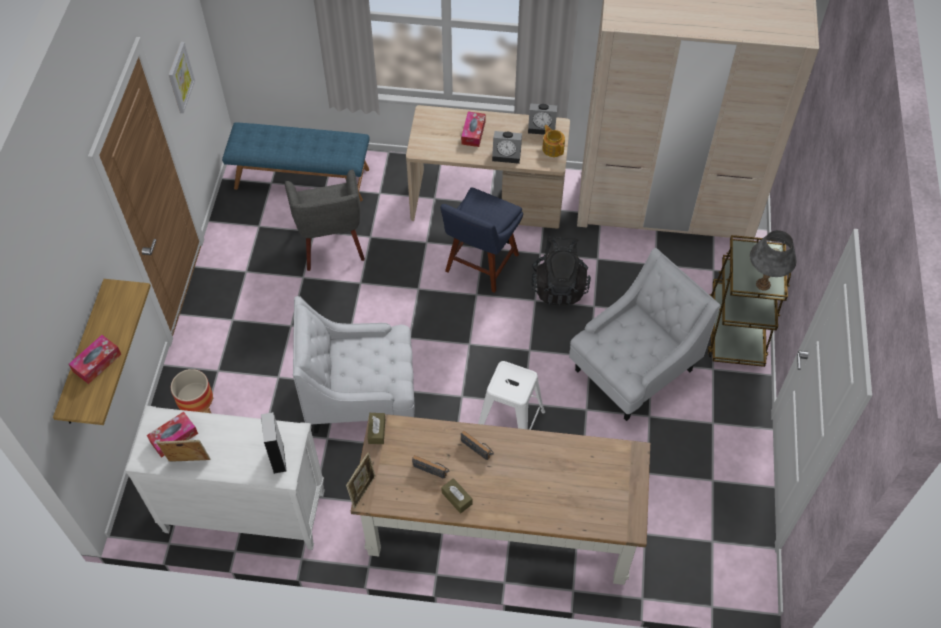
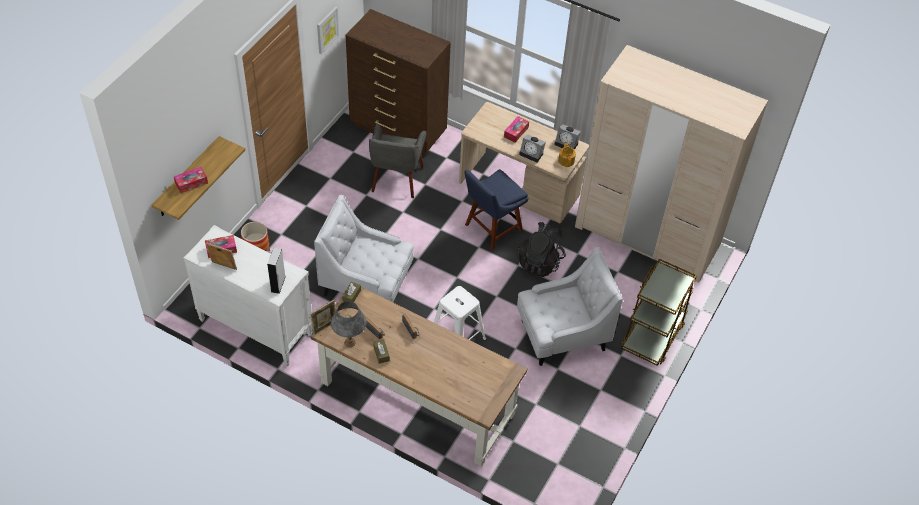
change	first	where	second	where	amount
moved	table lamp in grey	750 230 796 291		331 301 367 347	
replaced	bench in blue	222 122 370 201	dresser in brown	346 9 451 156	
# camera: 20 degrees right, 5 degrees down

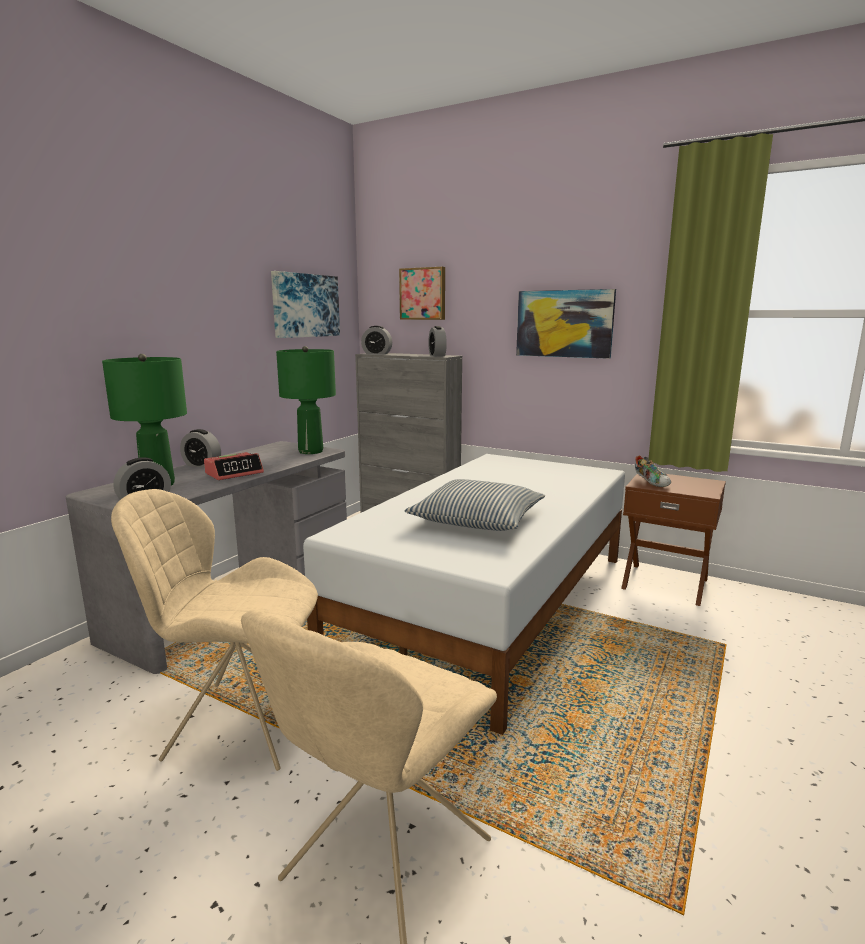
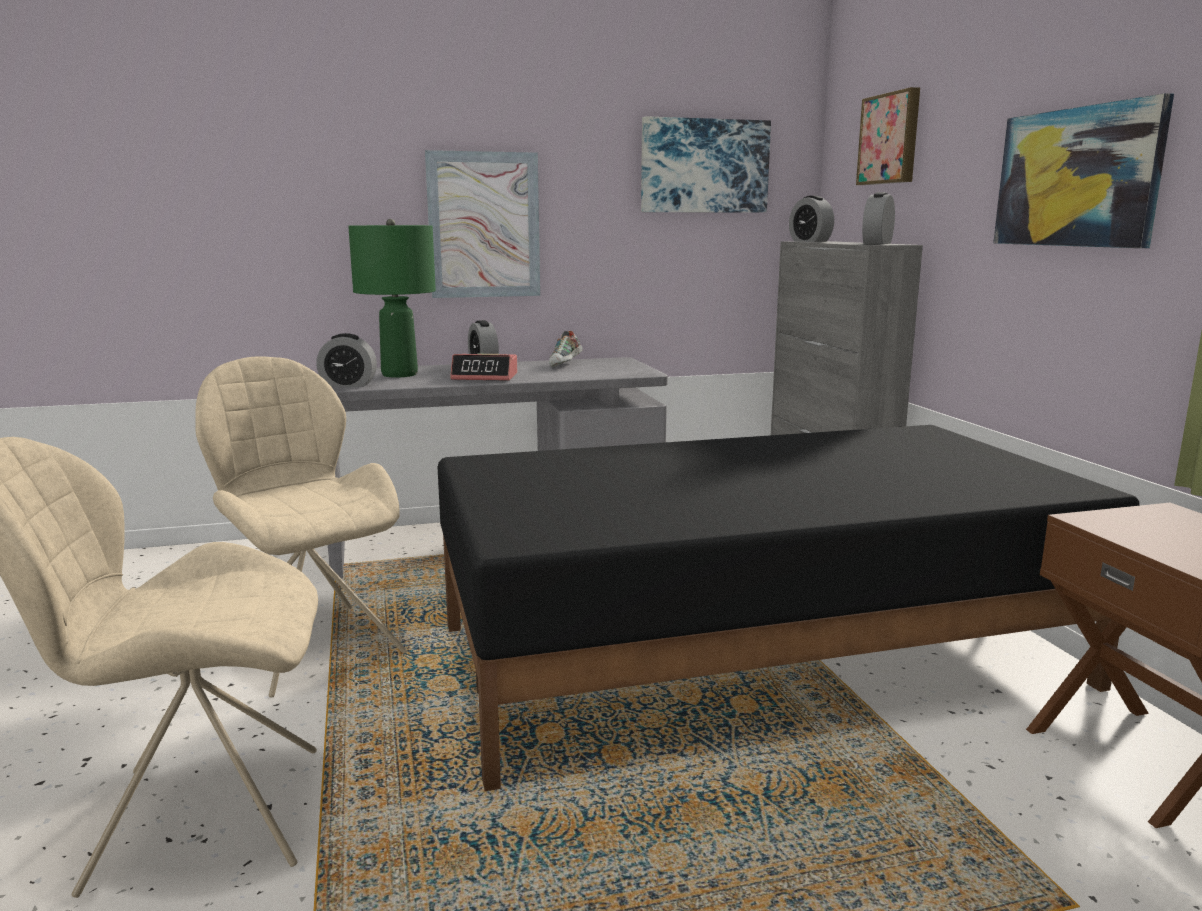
change	first	where	second	where	amount
added			picture	425 150 540 298	
recoloured	bed in white	303 454 625 735	bed in black	438 425 1140 791	
moved	shoe	635 456 671 487		549 331 583 368	
removed	table lamp in green	276 346 336 454			
removed	pillow	405 479 545 531			
# camera: 45 degrees right, 0 degrees up

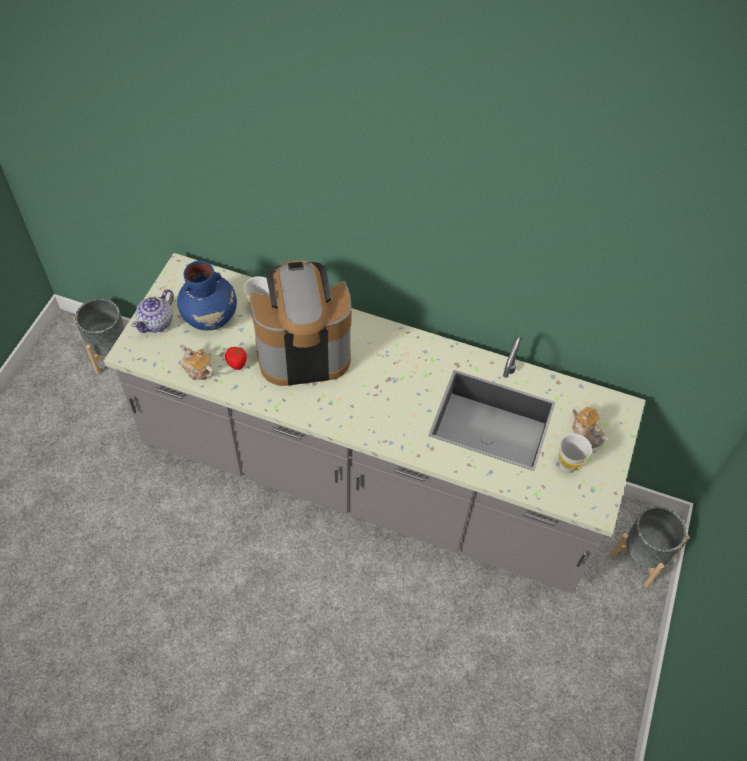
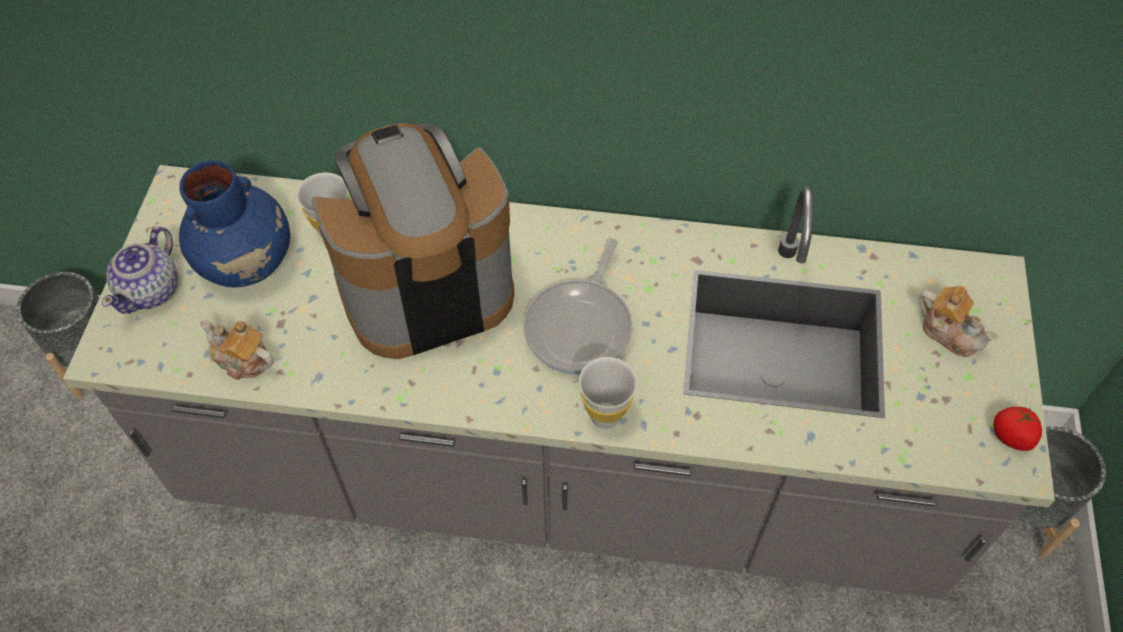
change	first	where	second	where	amount
added			frying pan	523 239 632 375	
moved	cup in white	559 434 592 473		579 357 637 429	
moved	tomato	225 347 247 370		993 407 1042 451	
# camera: 10 degrees left, 0 degrees up

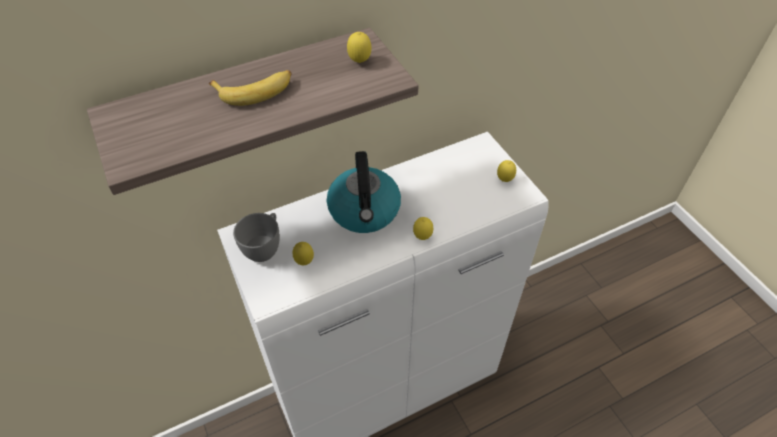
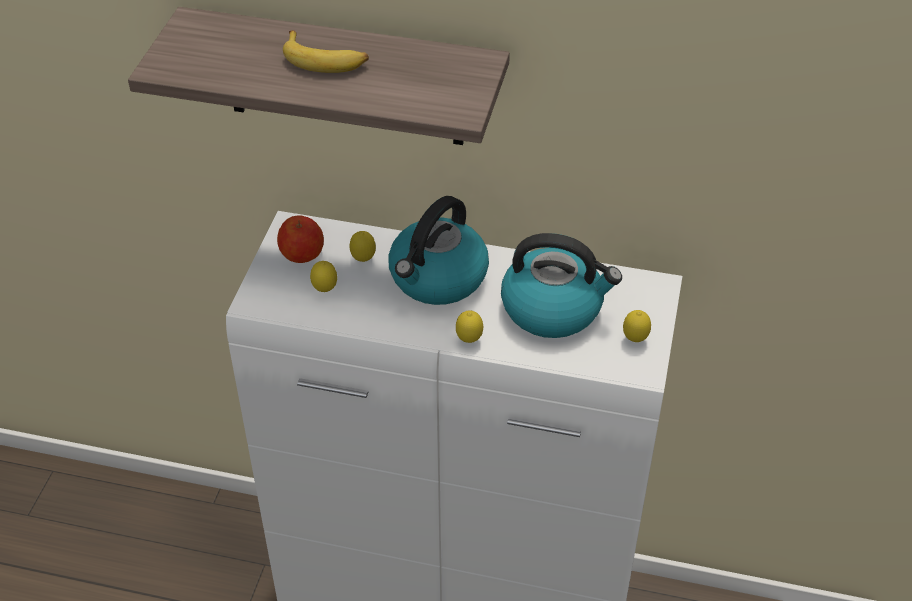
change	first	where	second	where	amount
replaced	cup in grey	233 213 280 262	apple	277 215 324 263	
moved	lemon	347 32 372 63		349 231 376 262	
added			kettle	501 233 622 338	
# camera: 40 degrees right, 5 degrees down

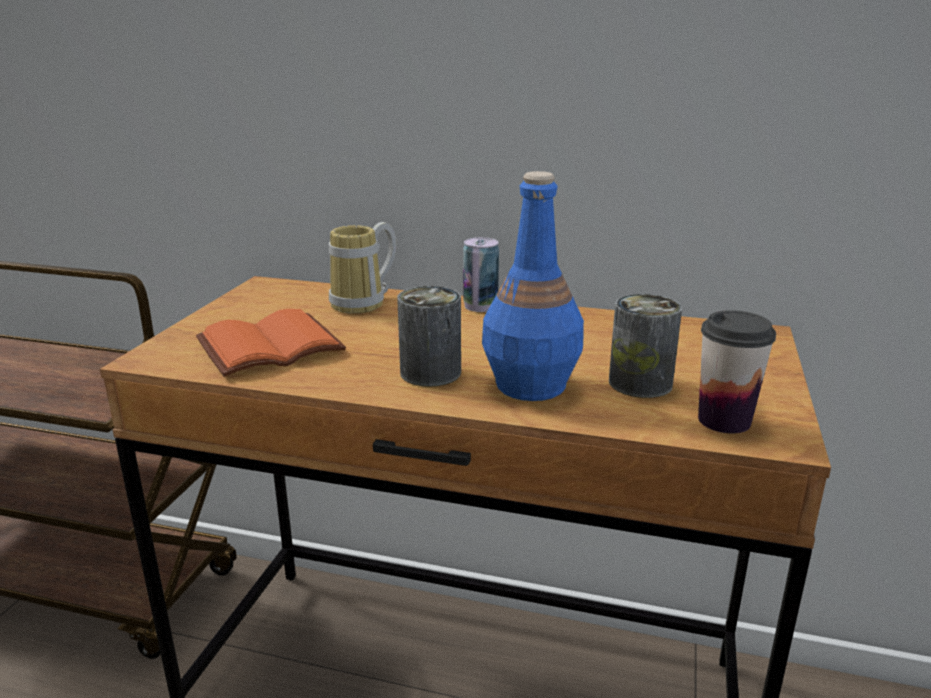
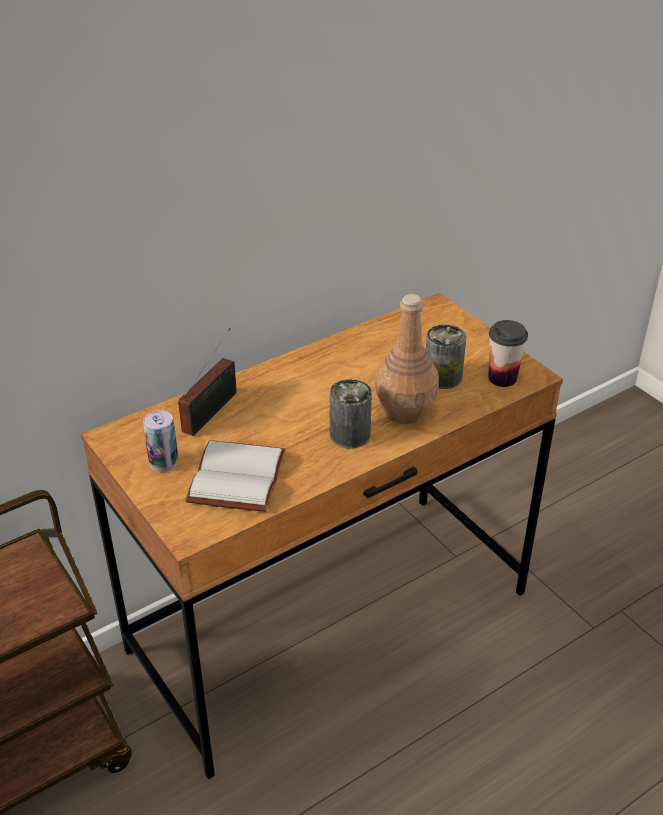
change	first	where	second	where	amount
moved	can	463 237 499 312		143 410 178 472	
replaced	mug	329 222 397 314	radio	178 328 237 436	
recoloured	book in orange	196 309 346 377	book in white	185 440 285 512	
recoloured	bottle in blue	482 171 584 401	bottle in brown	375 294 439 424	
# camera: 50 degrees left, 15 degrees up

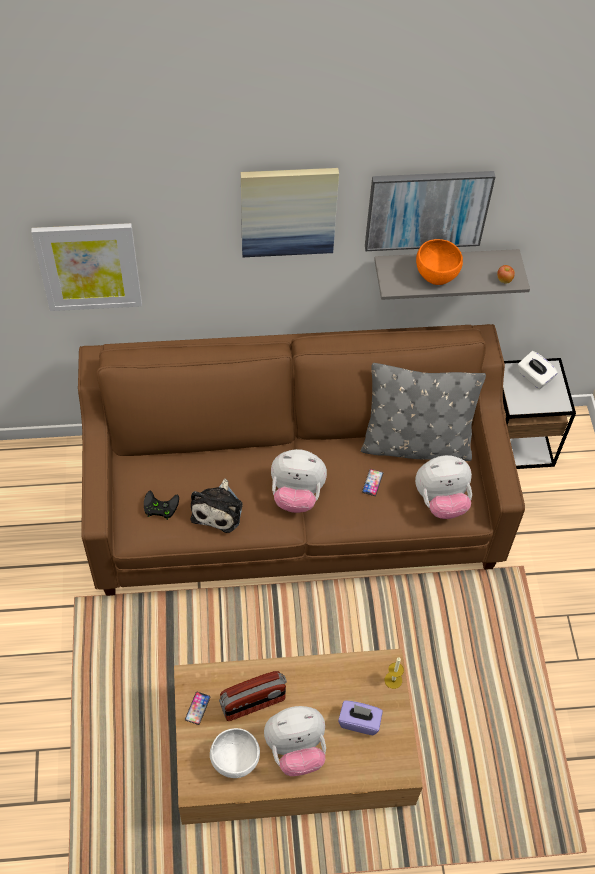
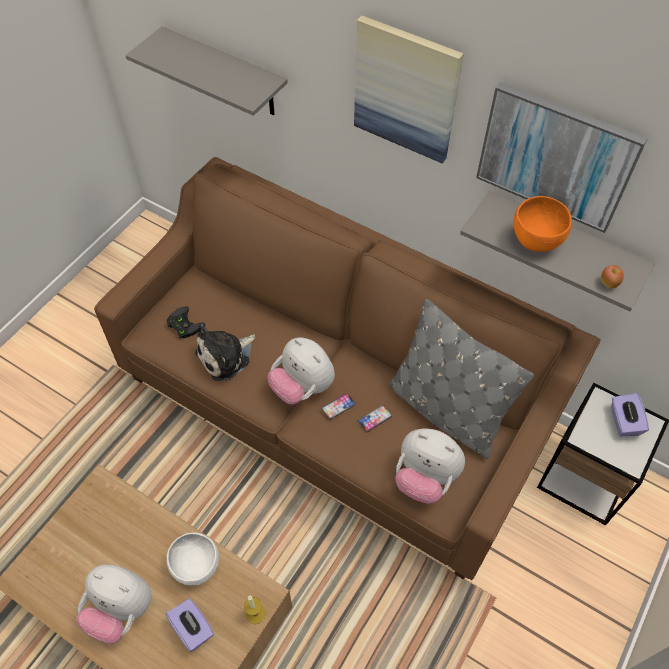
change	first	where	second	where	amount
replaced	picture	31 223 142 311	shelf in grey	126 26 288 116	
moved	bowl in white	210 728 260 778		166 532 219 585	
moved	phone	185 692 210 725		321 393 356 420	
recoloured	tissue box in white	518 351 558 389	tissue box in purple	611 393 649 436	
removed	radio	219 671 287 721			
# camera: 40 degrees right, 0 degrees up

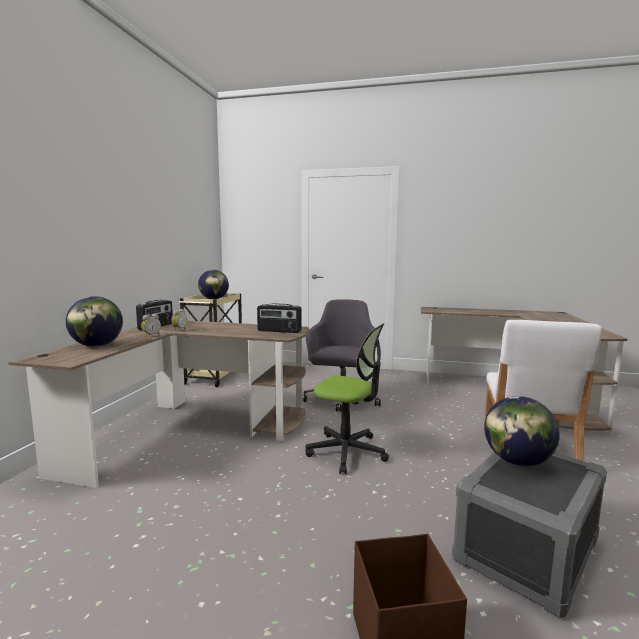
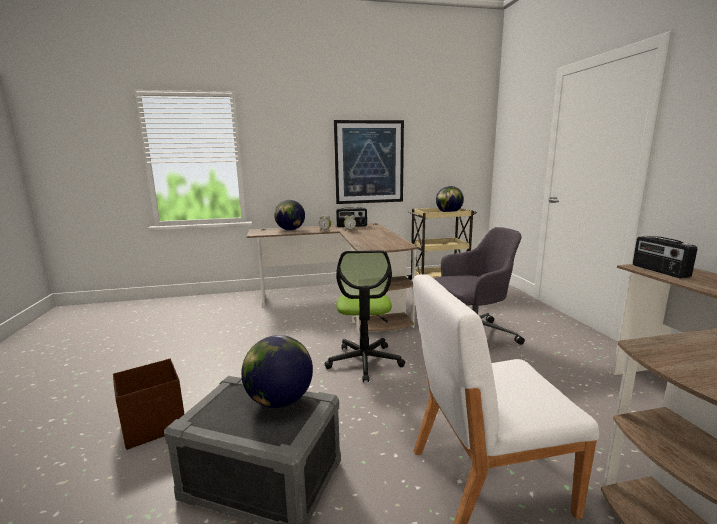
change	first	where	second	where	amount
added			picture	334 120 404 204	
moved	radio	257 303 302 333		633 236 697 278	
# camera: 65 degrees right, 5 degrees up

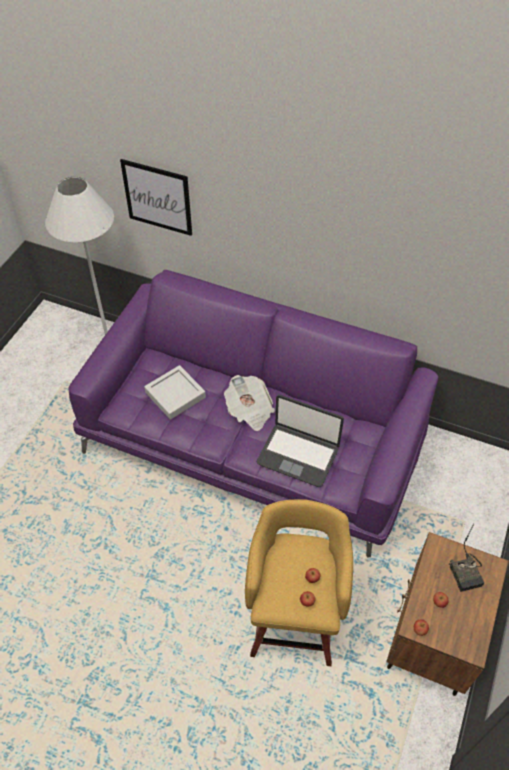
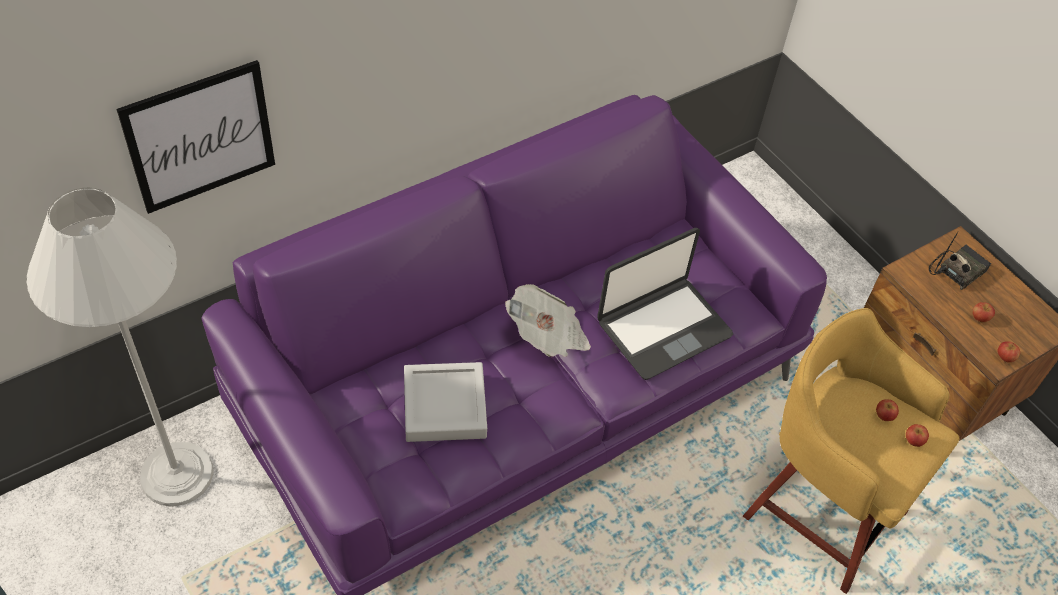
change	first	where	second	where	amount
turned	radio	449 524 484 592		929 231 991 290	60 degrees counterclockwise
# camera: 60 degrees left, 0 degrees up

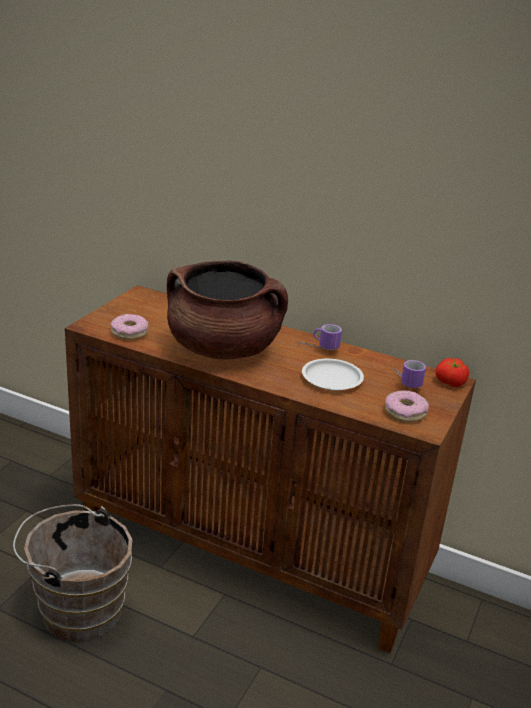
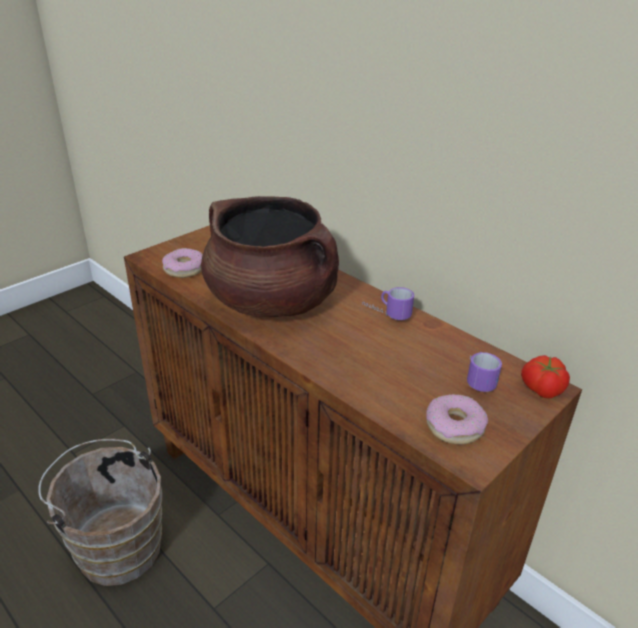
change	first	where	second	where	amount
removed	plate in white	302 359 364 391			
# camera: 20 degrees right, 5 degrees up

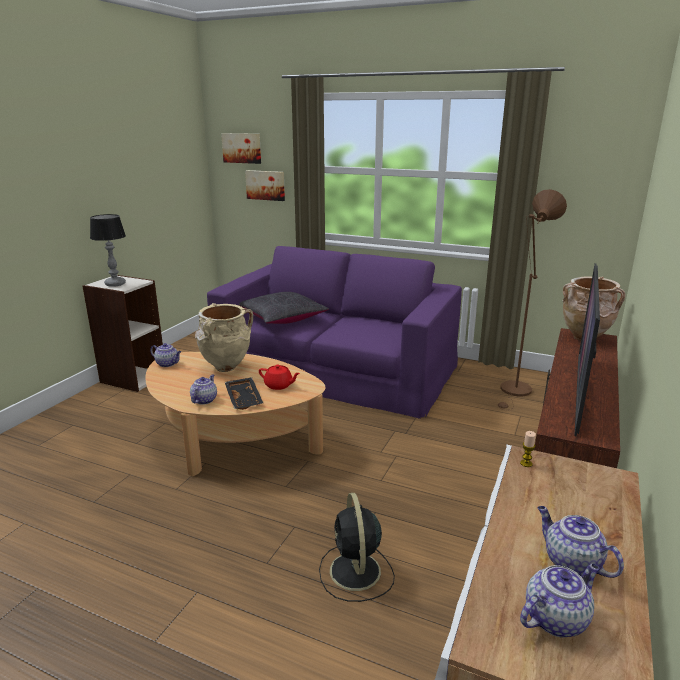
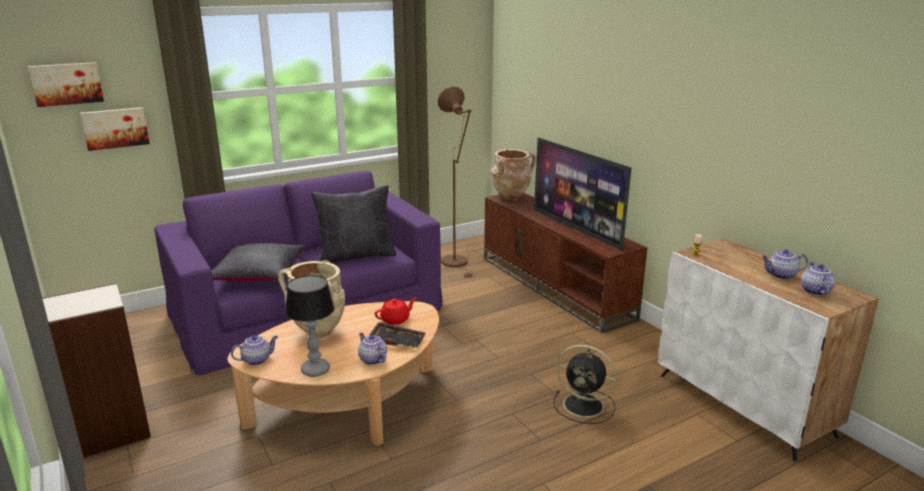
change	first	where	second	where	amount
moved	table lamp	90 214 126 287		285 275 335 377	
added			pillow in black	311 186 396 263	
# camera: 55 degrees left, 0 degrees up

